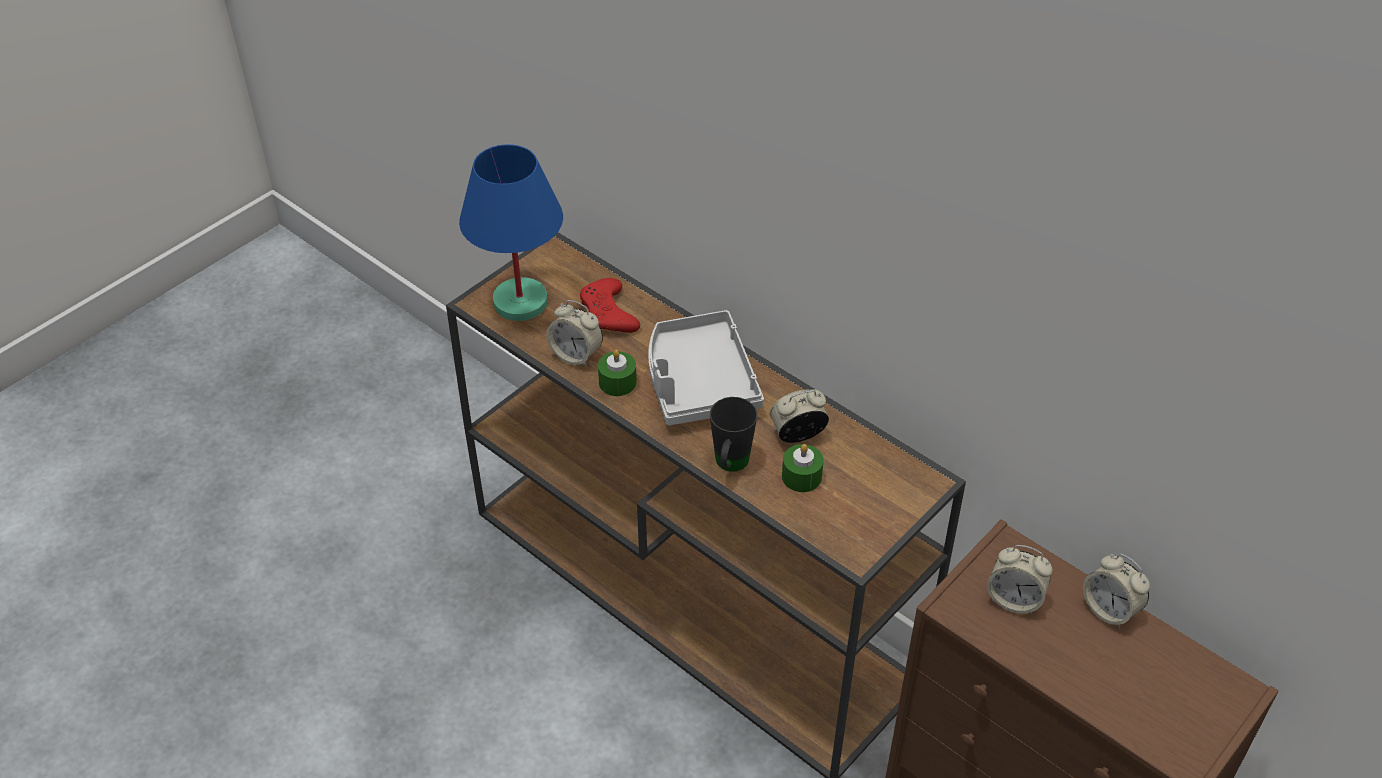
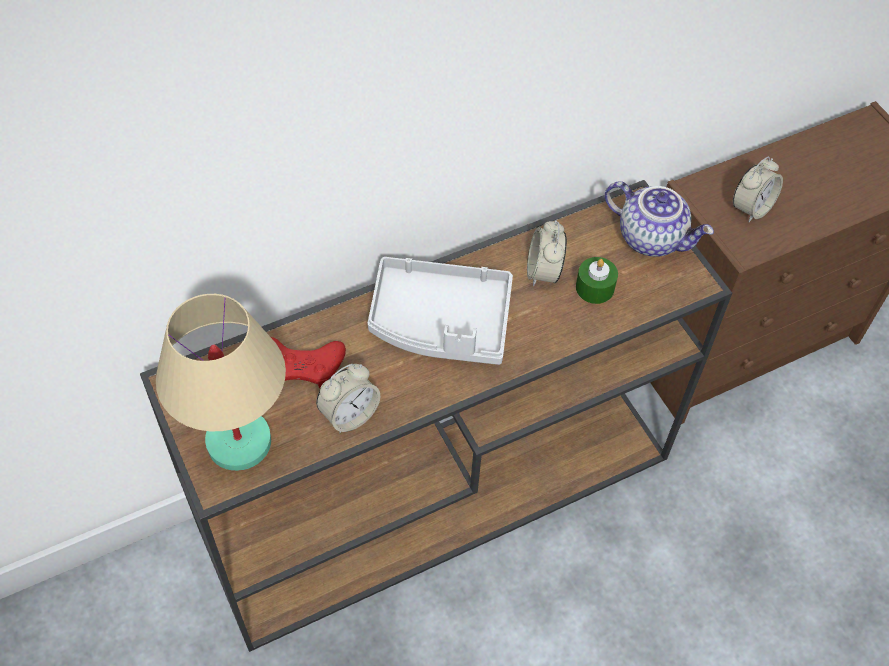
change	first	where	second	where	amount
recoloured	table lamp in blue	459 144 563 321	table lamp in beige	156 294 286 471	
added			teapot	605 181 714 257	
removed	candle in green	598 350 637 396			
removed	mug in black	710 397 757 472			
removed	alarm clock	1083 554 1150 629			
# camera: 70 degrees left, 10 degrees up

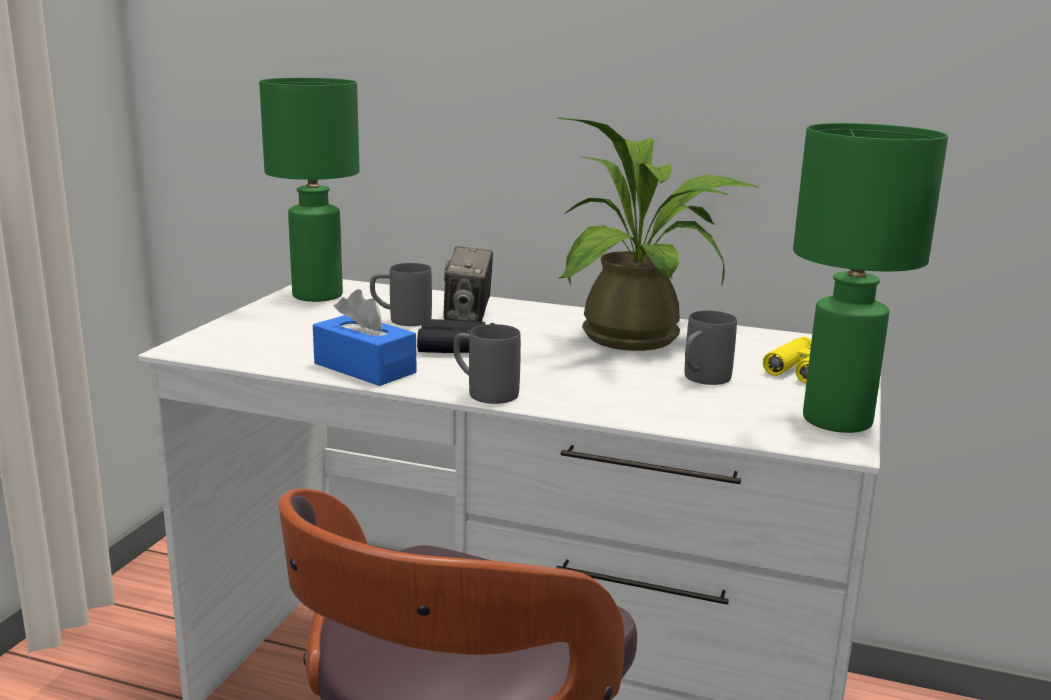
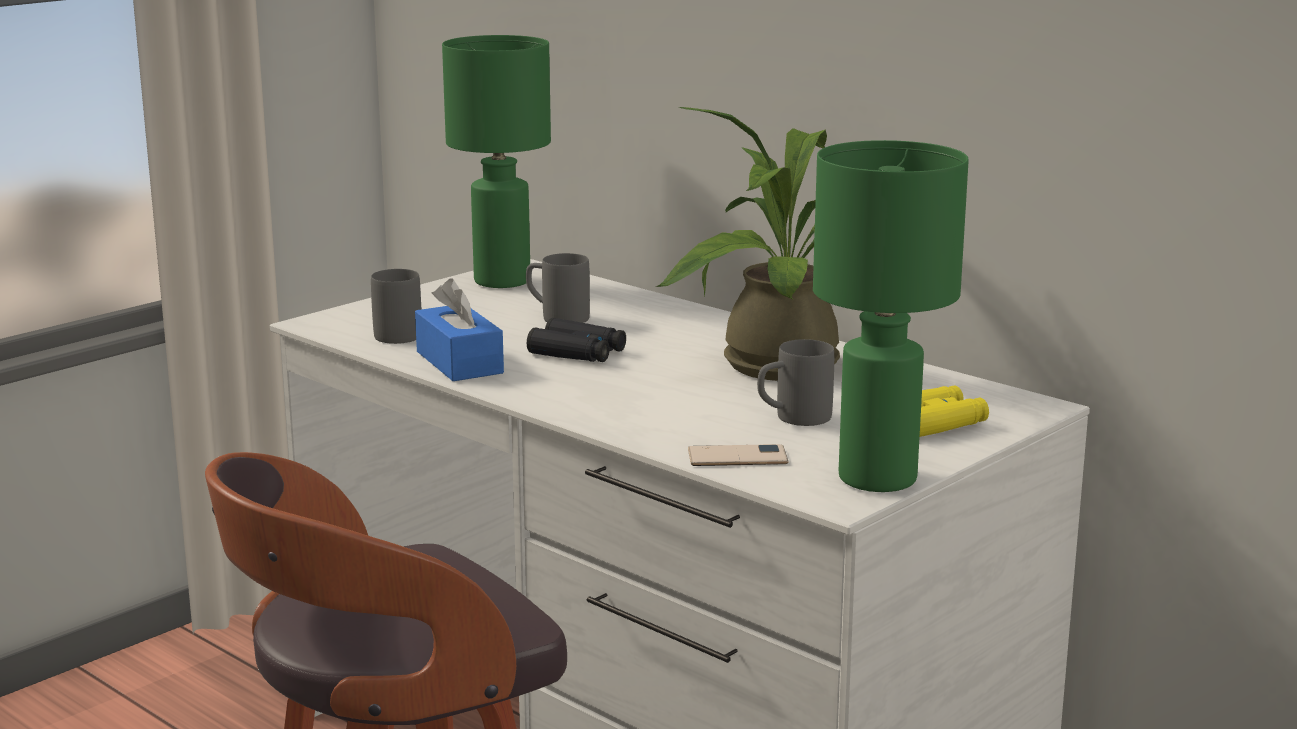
change	first	where	second	where	amount
moved	mug in grey	453 324 521 404		371 269 421 344	
added			phone	688 444 789 466	
removed	photo camera	443 246 493 322			
# camera: 25 degrees right, 0 degrees up

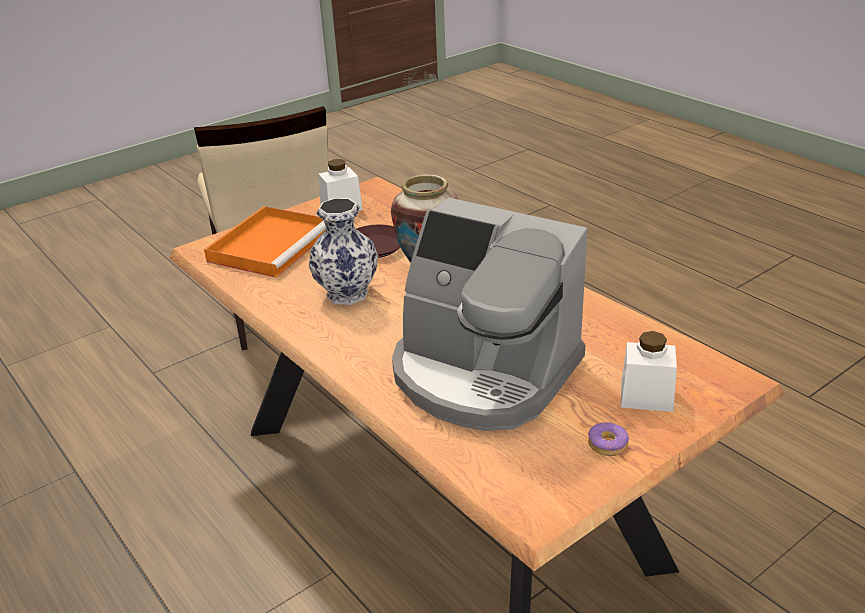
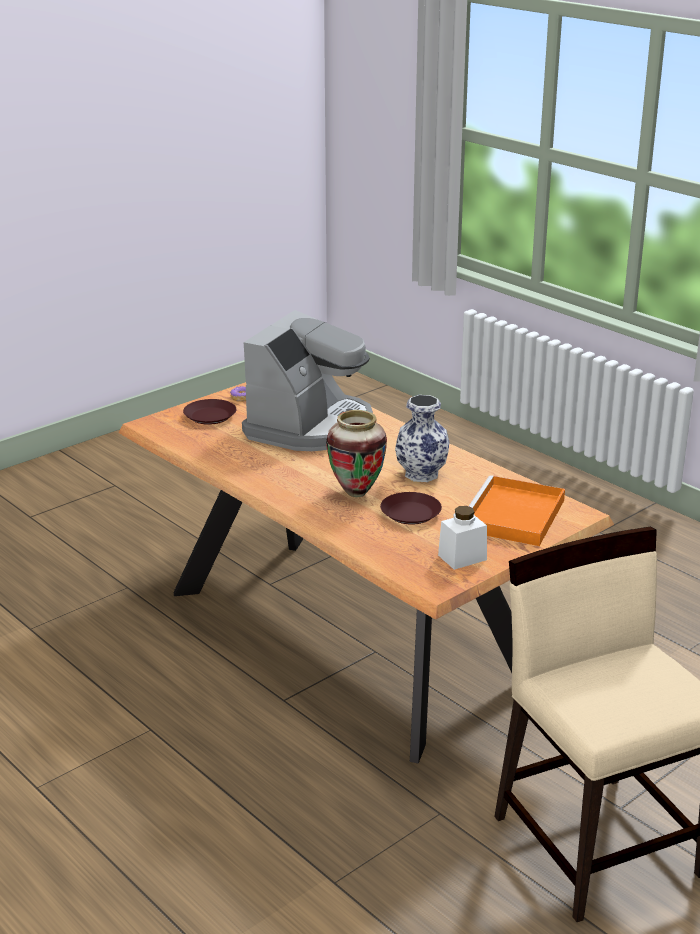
change	first	where	second	where	amount
replaced	jar in white	621 331 677 412	plate in brown	183 399 236 425	
turned	coffee machine	392 198 587 431		242 310 373 451	90 degrees clockwise
# camera: 175 degrees right, 5 degrees down

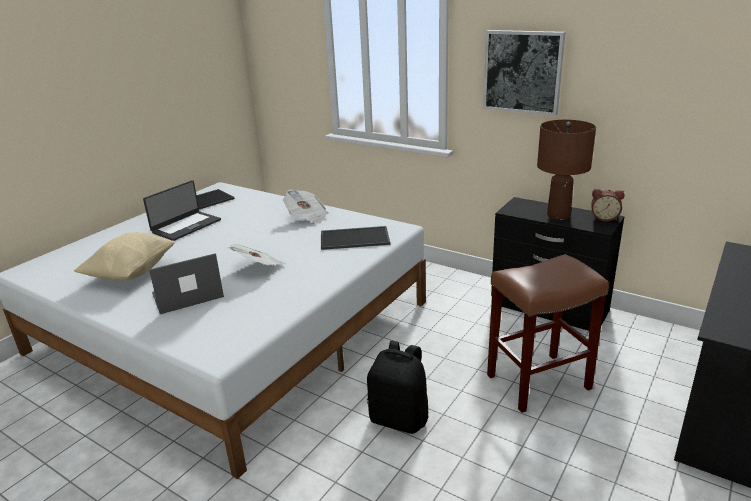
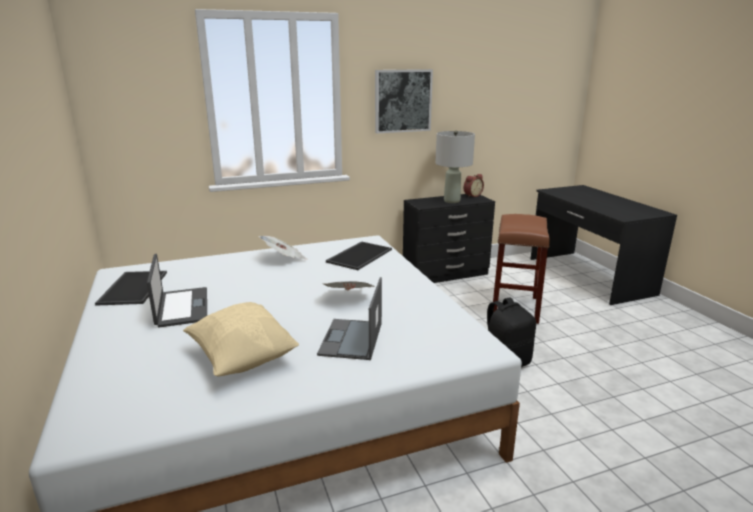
change	first	where	second	where	amount
recoloured	table lamp in brown	537 120 596 220	table lamp in grey	435 130 475 203	
# camera: 55 degrees left, 5 degrees down

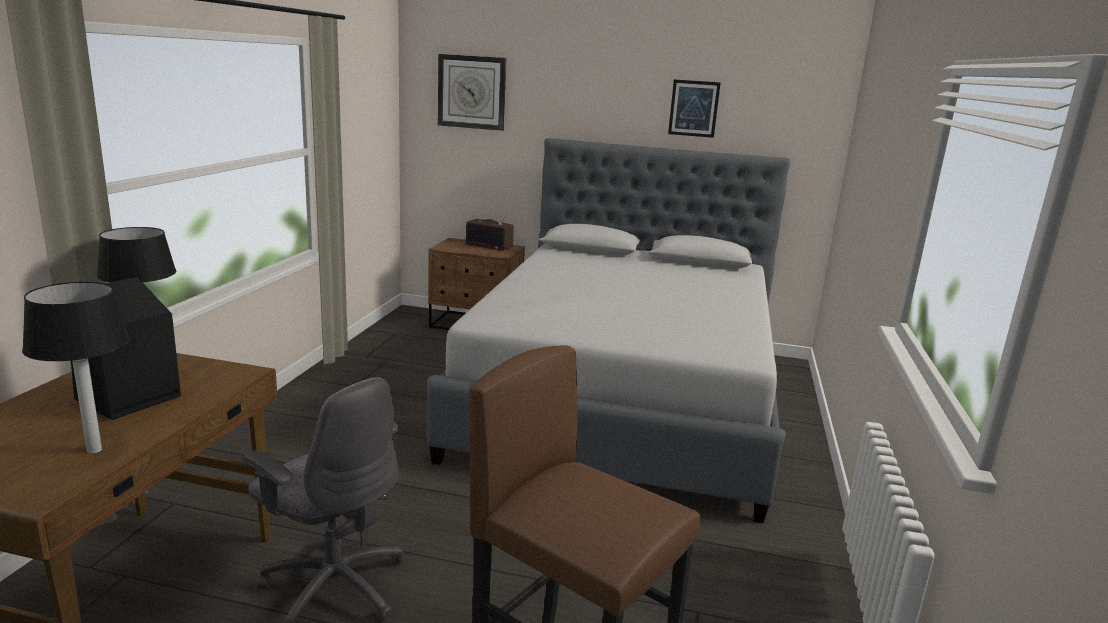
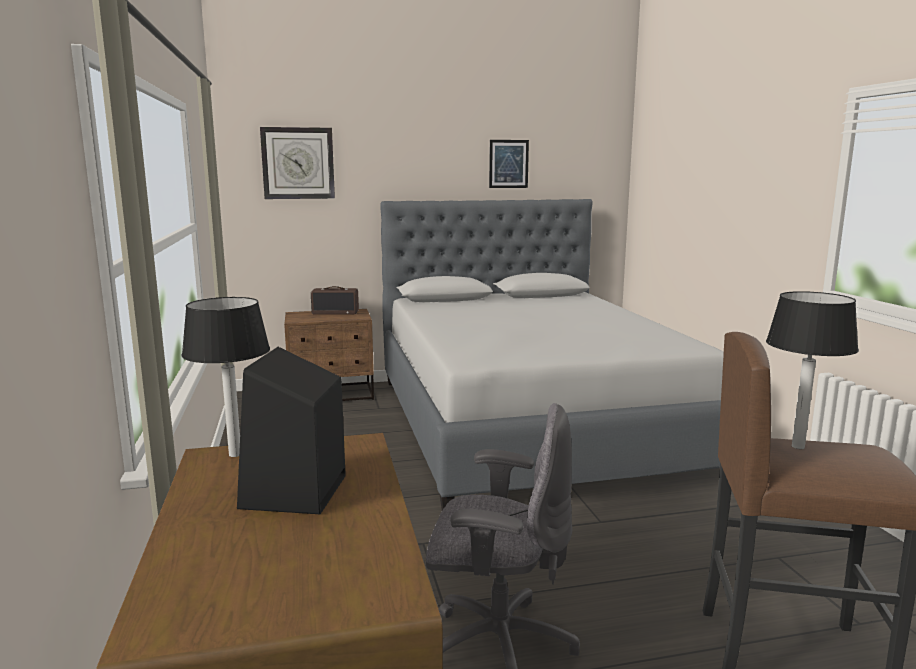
change	first	where	second	where	amount
moved	table lamp	22 282 130 454		766 291 859 449	
# camera: 25 degrees left, 5 degrees down

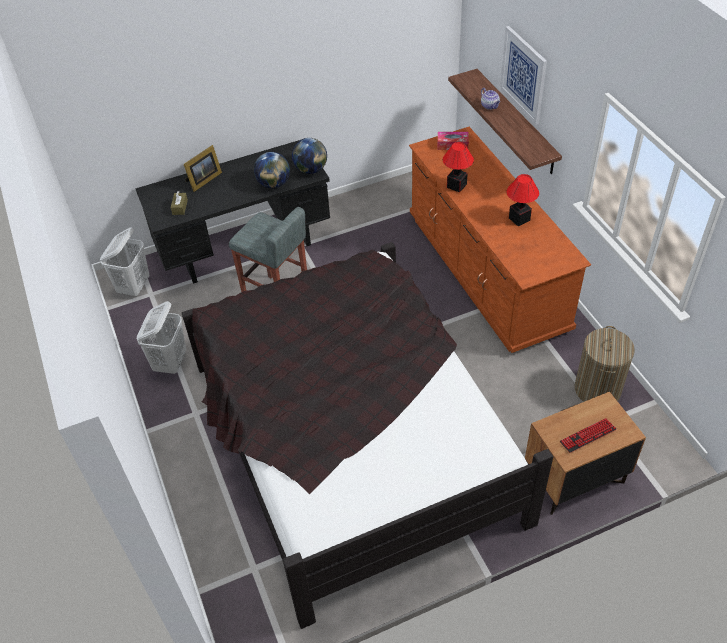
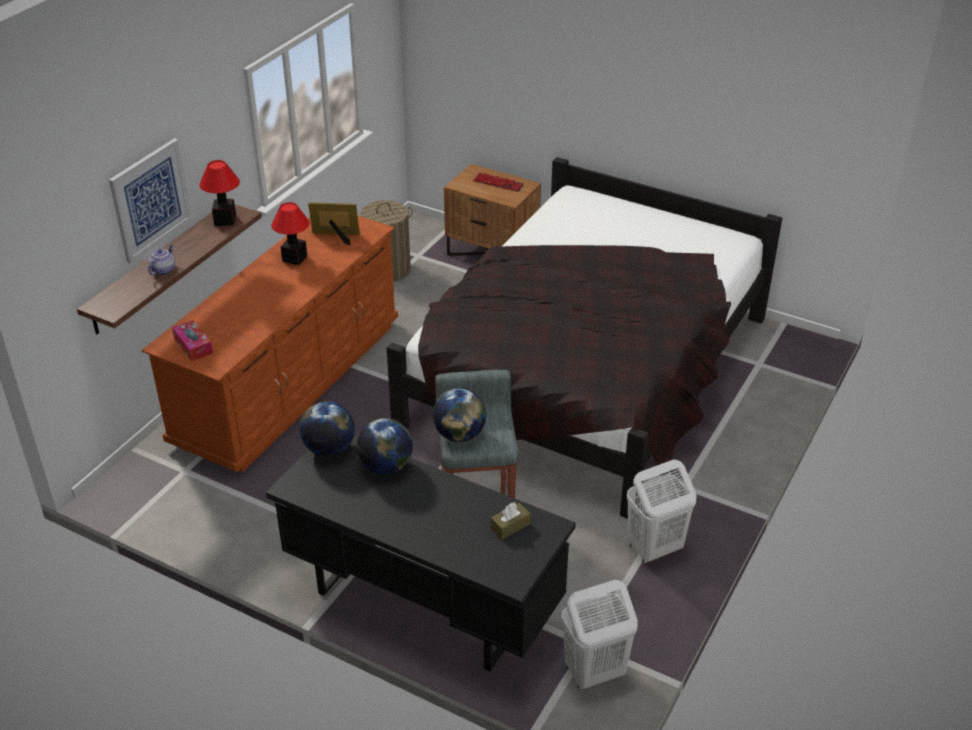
change	first	where	second	where	amount
moved	table lamp	443 142 474 192		200 160 240 226	
moved	picture frame	183 145 222 192		308 202 360 246	
added			globe	433 388 486 442	
# camera: 130 degrees left, 10 degrees down

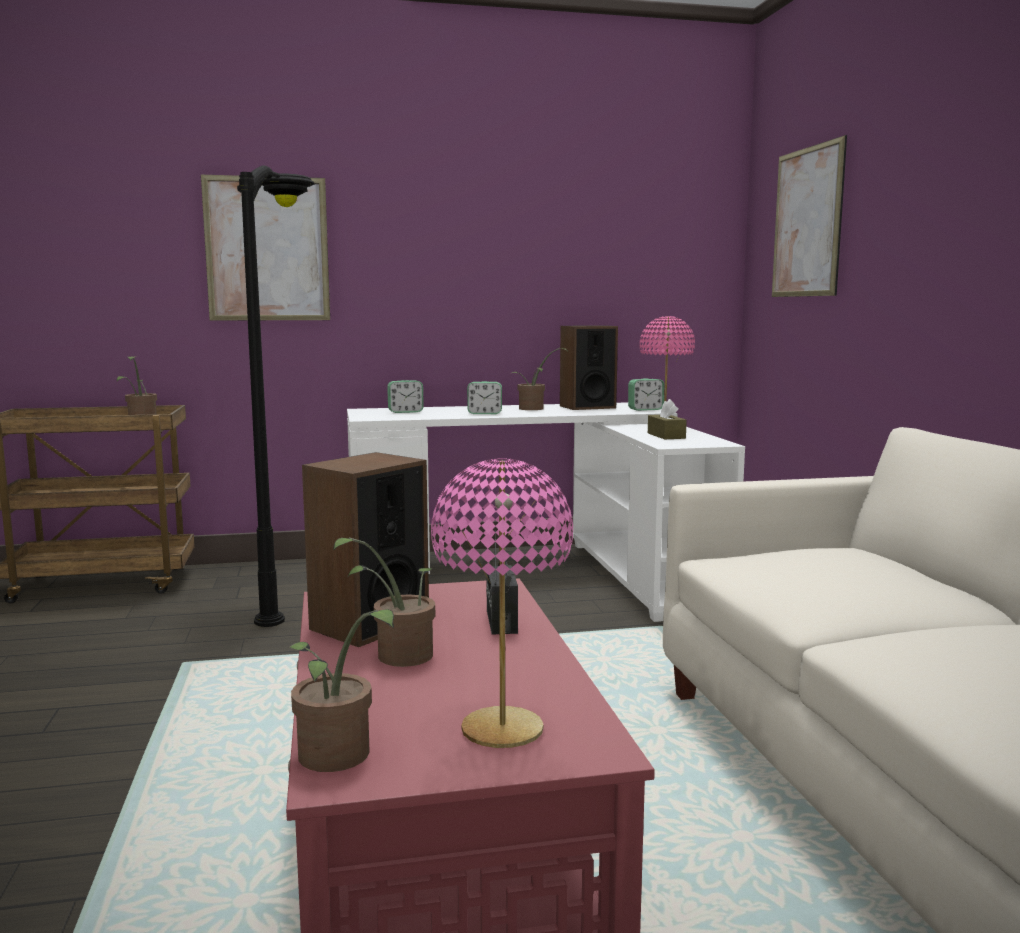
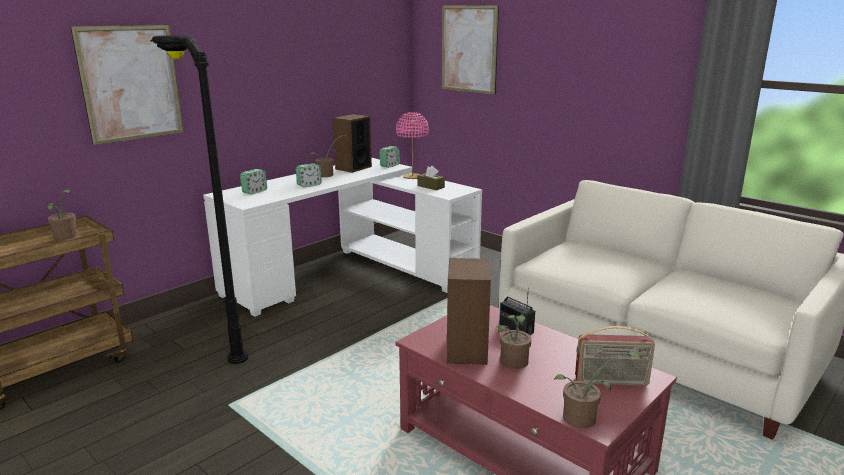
change	first	where	second	where	amount
replaced	table lamp in pink	431 458 573 748	radio	575 326 655 386	
# camera: 35 degrees left, 10 degrees up

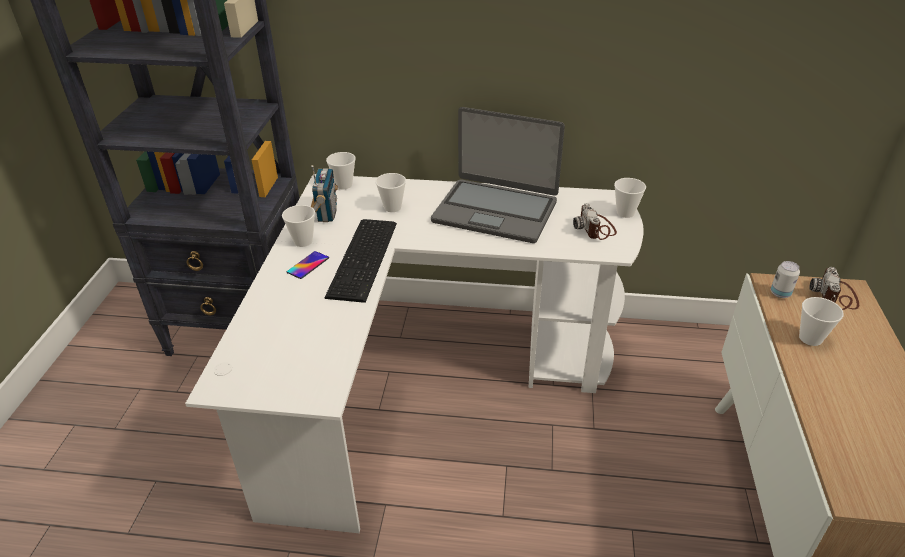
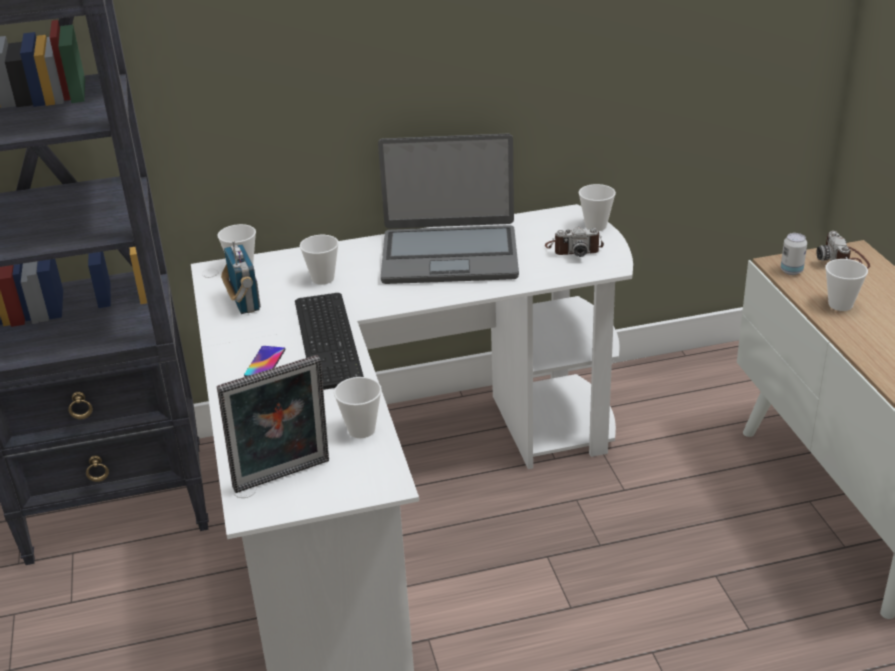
change	first	where	second	where	amount
added			picture frame	217 355 329 493	
moved	cup	282 205 315 247		334 377 382 438	
turned	photo camera	573 203 617 240		545 227 604 257	60 degrees counterclockwise
# camera: 20 degrees left, 5 degrees down

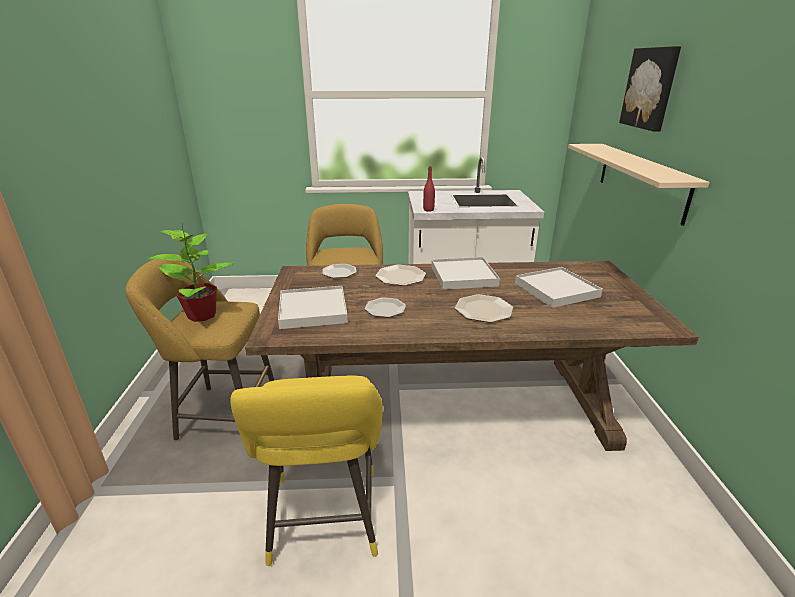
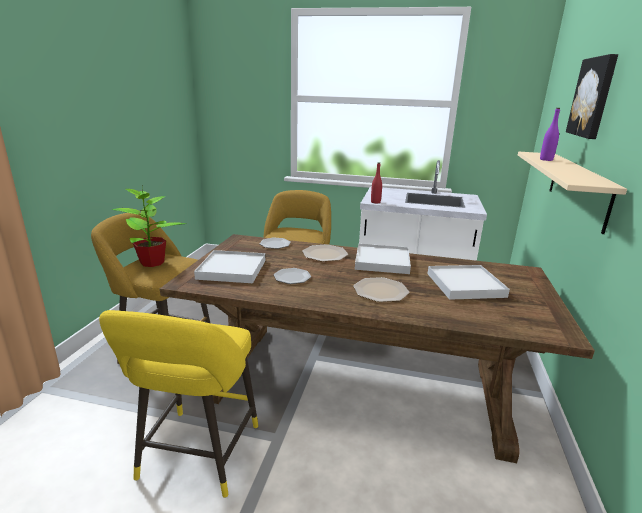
change	first	where	second	where	amount
added			bottle in purple	540 108 560 161	
# camera: 15 degrees right, 5 degrees down

